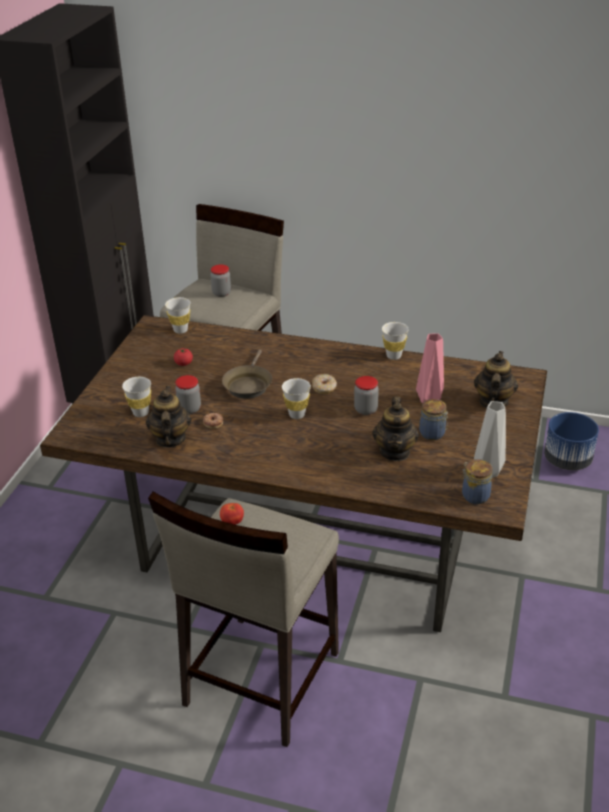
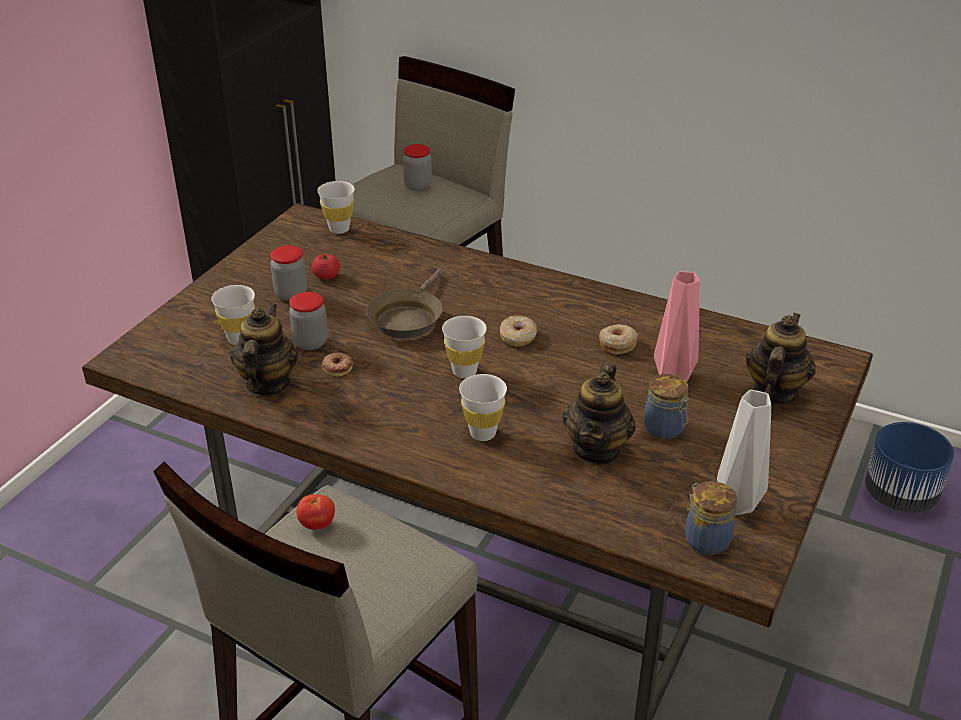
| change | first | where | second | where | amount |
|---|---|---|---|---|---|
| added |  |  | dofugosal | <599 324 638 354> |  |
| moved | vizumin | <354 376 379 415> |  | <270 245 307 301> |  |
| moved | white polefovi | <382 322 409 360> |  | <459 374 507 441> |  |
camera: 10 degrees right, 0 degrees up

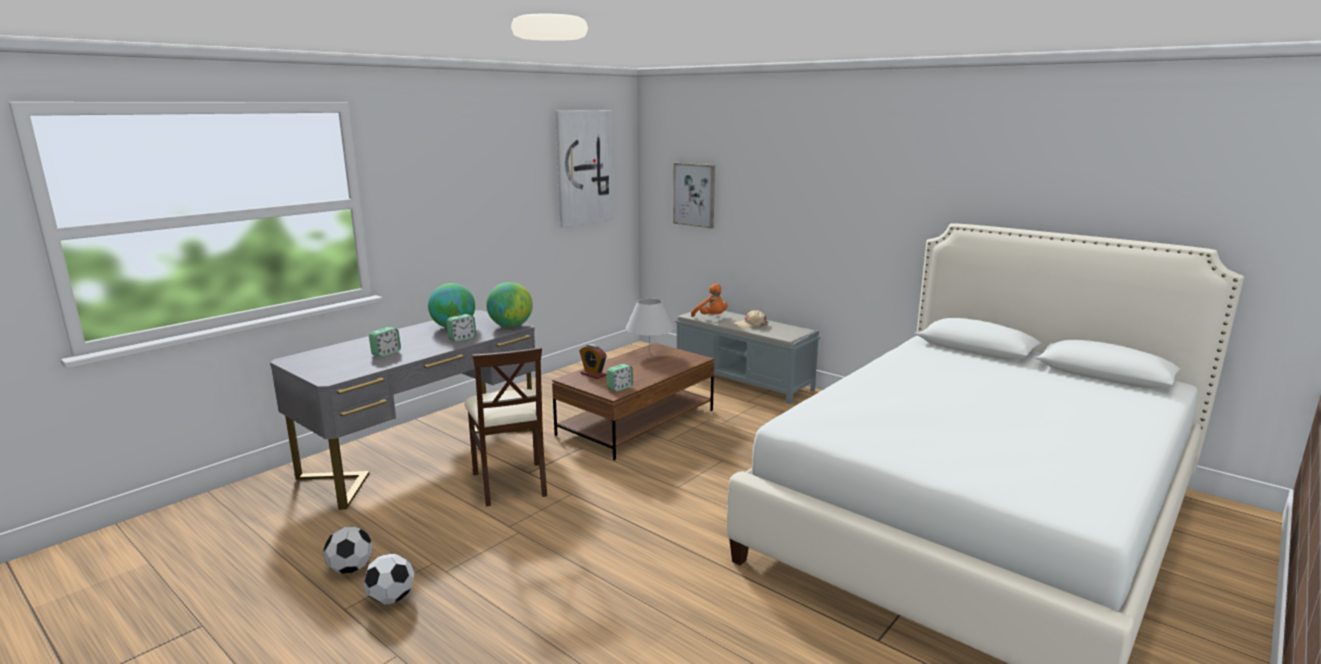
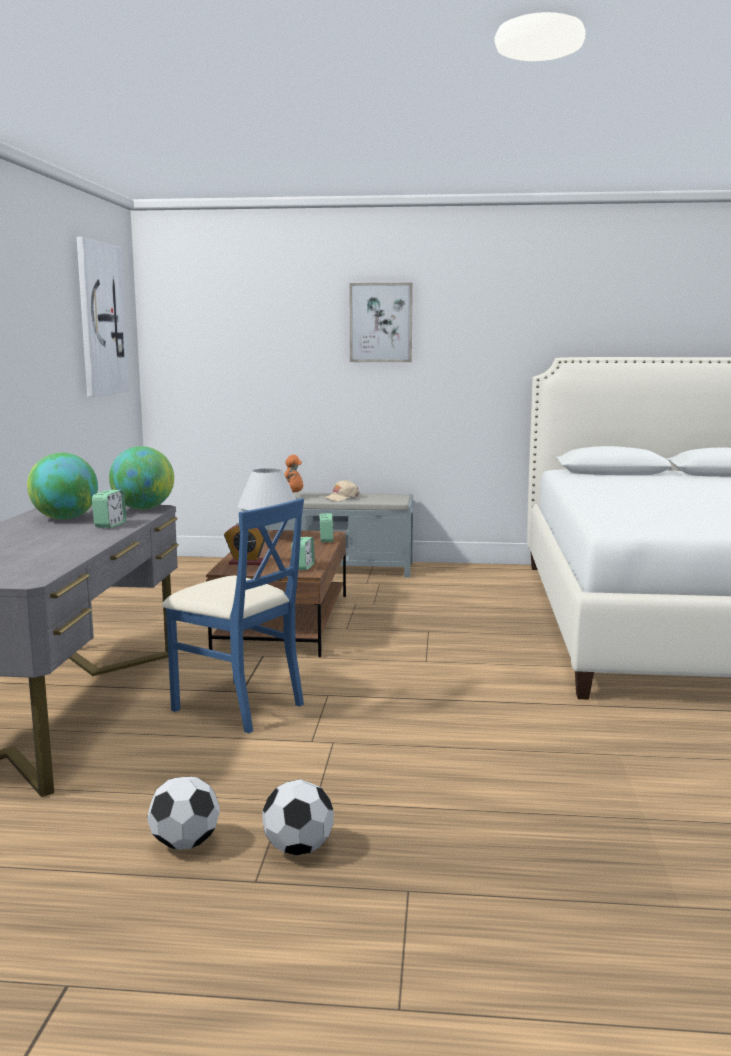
| change | first | where | second | where | amount |
|---|---|---|---|---|---|
| moved | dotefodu | <369 327 401 357> |  | <319 513 334 542> |  |
| moved | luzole | <673 163 715 229> |  | <350 283 413 362> |  |
| recoloured | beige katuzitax | <464 347 547 507> | blue katuzitax | <162 498 304 733> |  |
camera: 35 degrees left, 5 degrees down

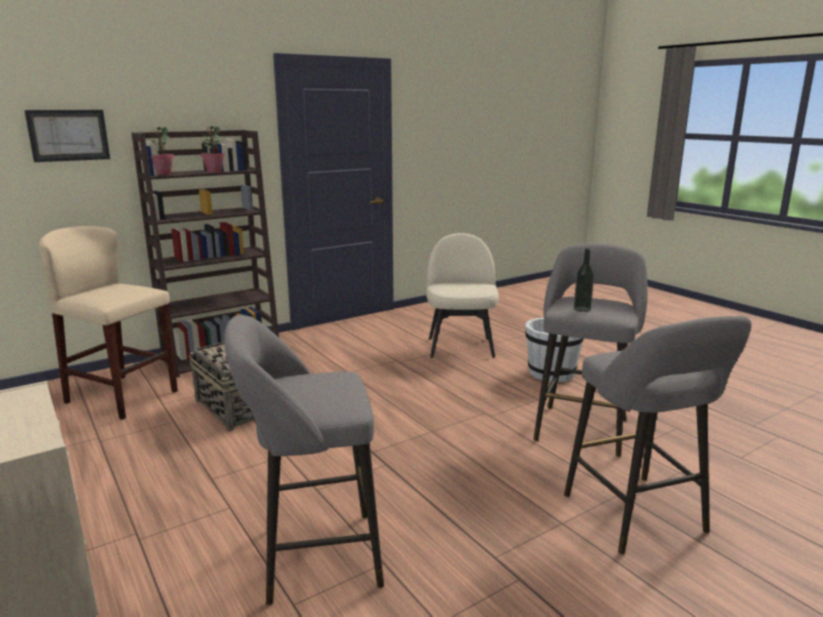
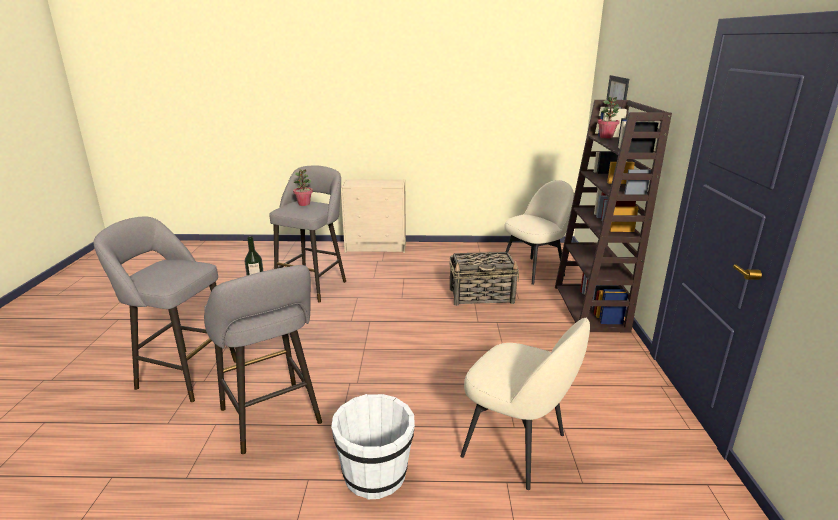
| change | first | where | second | where | amount |
|---|---|---|---|---|---|
| moved | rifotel | <201 126 225 173> |  | <293 169 313 206> |  |
| replaced | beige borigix | <39 226 178 420> | beige katuzitax | <504 180 574 285> |  |
camera: 125 degrees right, 5 degrees up

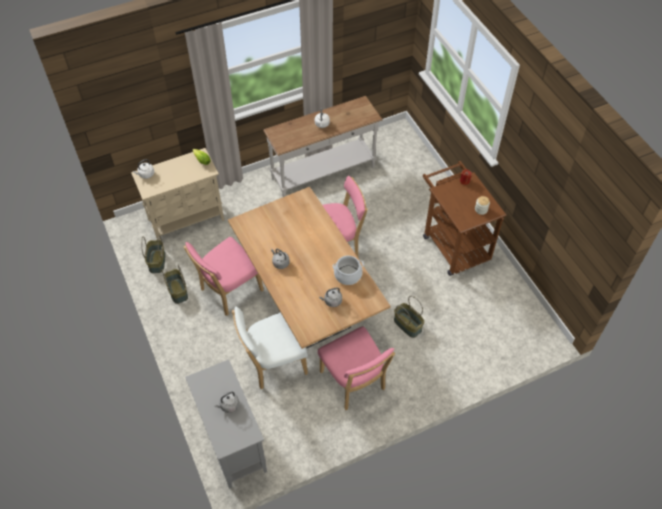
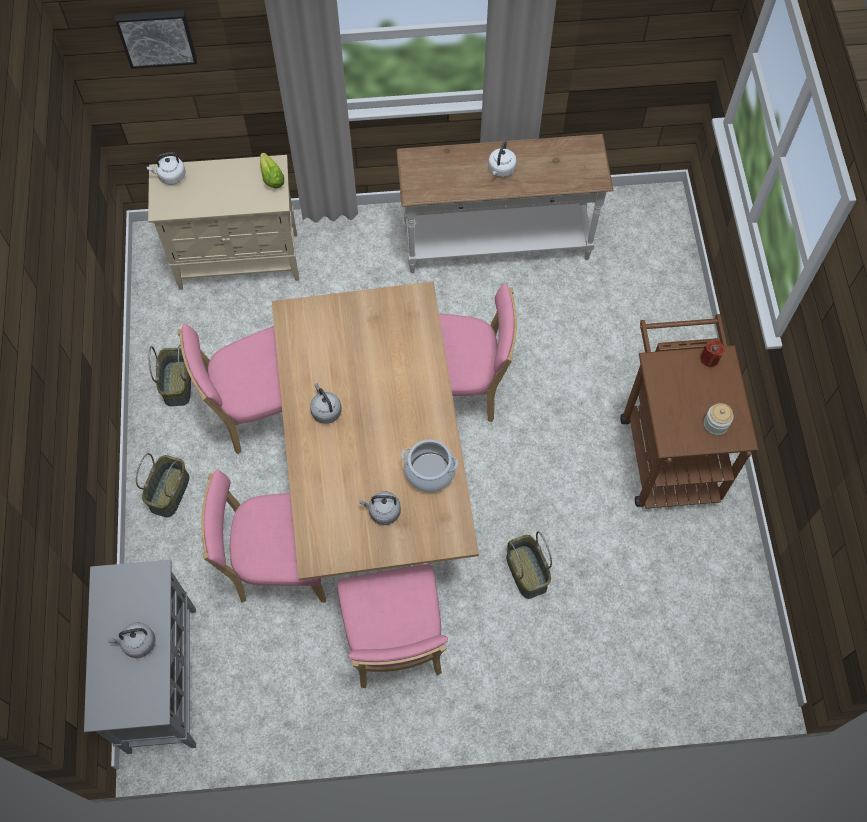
| change | first | where | second | where | amount |
|---|---|---|---|---|---|
| added |  |  | luzole | <115 10 197 69> |  |
| moved | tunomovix | <141 236 165 273> |  | <136 453 189 517> |  |
| recoloured | white katuzitax | <232 307 308 390> | pink katuzitax | <201 469 326 603> |  |
camera: 20 degrees right, 10 degrees up

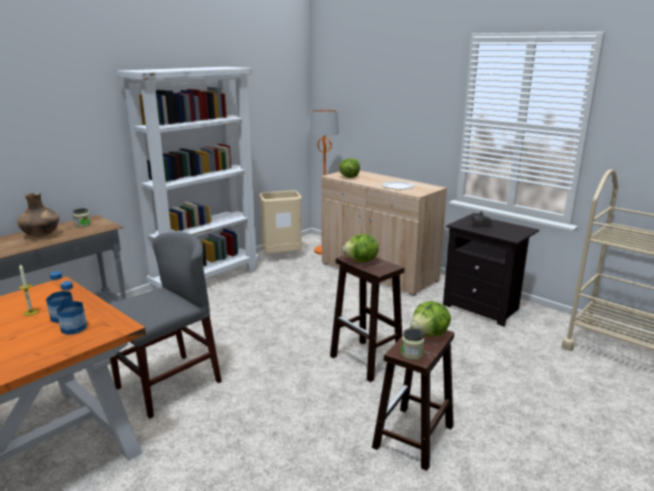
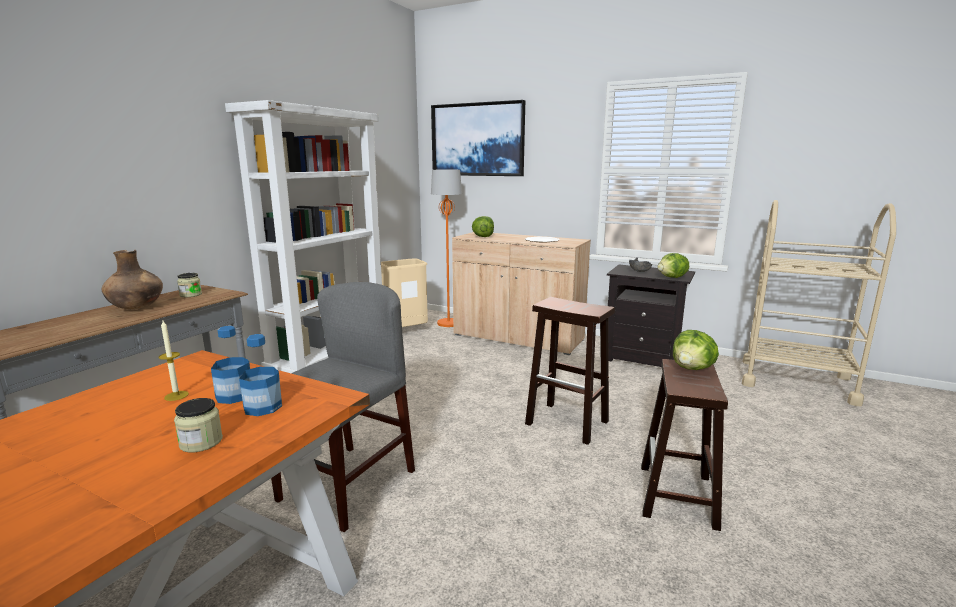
| change | first | where | second | where | amount |
|---|---|---|---|---|---|
| added |  |  | luzole | <431 100 525 176> |  |
| moved | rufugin | <342 234 378 263> |  | <657 253 689 278> |  |
| moved | vizumin | <401 328 425 360> |  | <174 398 223 453> |  |
camera: 15 degrees left, 5 degrees down

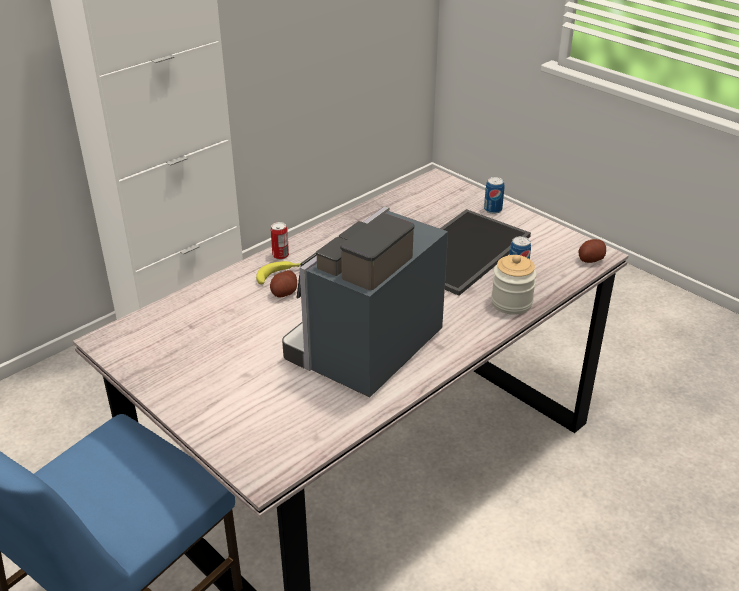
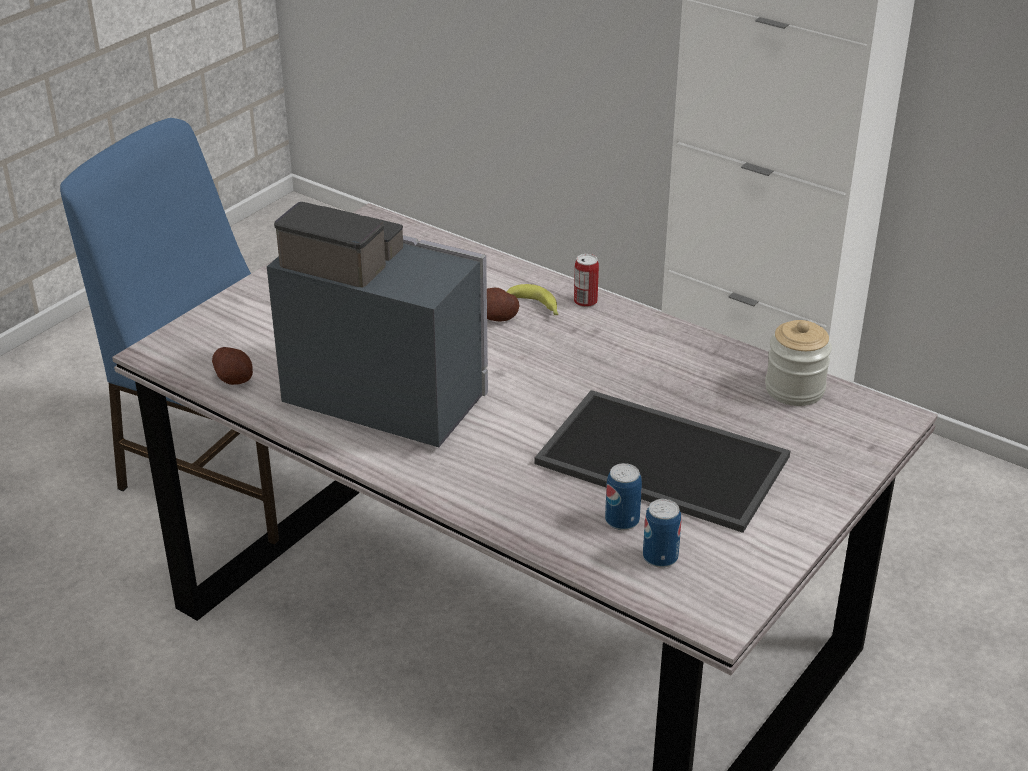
| change | first | where | second | where | amount |
|---|---|---|---|---|---|
| moved | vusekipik | <484 177 504 214> |  | <643 499 681 568> |  |
| moved | vizumin | <491 255 537 315> |  | <765 320 832 406> |  |
| moved | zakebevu | <579 239 606 263> |  | <212 347 253 385> |  |
camera: 80 degrees right, 0 degrees up

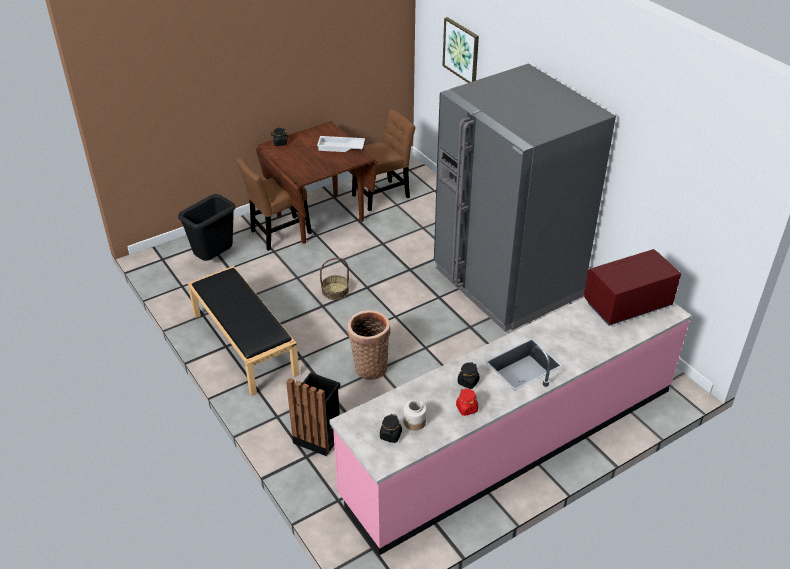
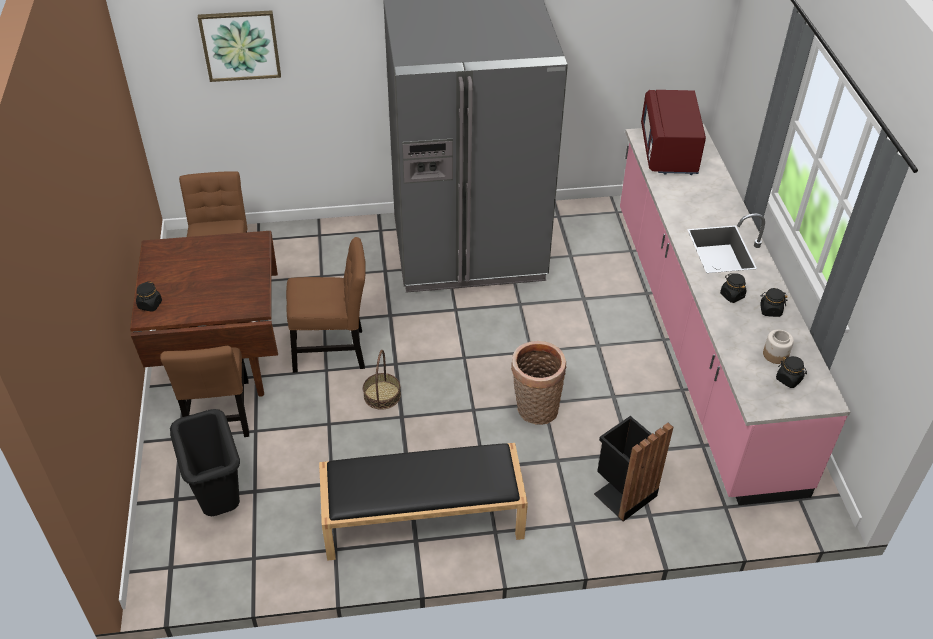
| change | first | where | second | where | amount |
|---|---|---|---|---|---|
| removed | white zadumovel | <317 136 365 152> |  |  |  |
| added |  |  | brown katuzitax | <286 237 366 373> |  |
| recoloured | red vizumin | <456 388 478 416> | black vizumin | <760 288 788 317> |  |
camera: 65 degrees left, 5 degrees up

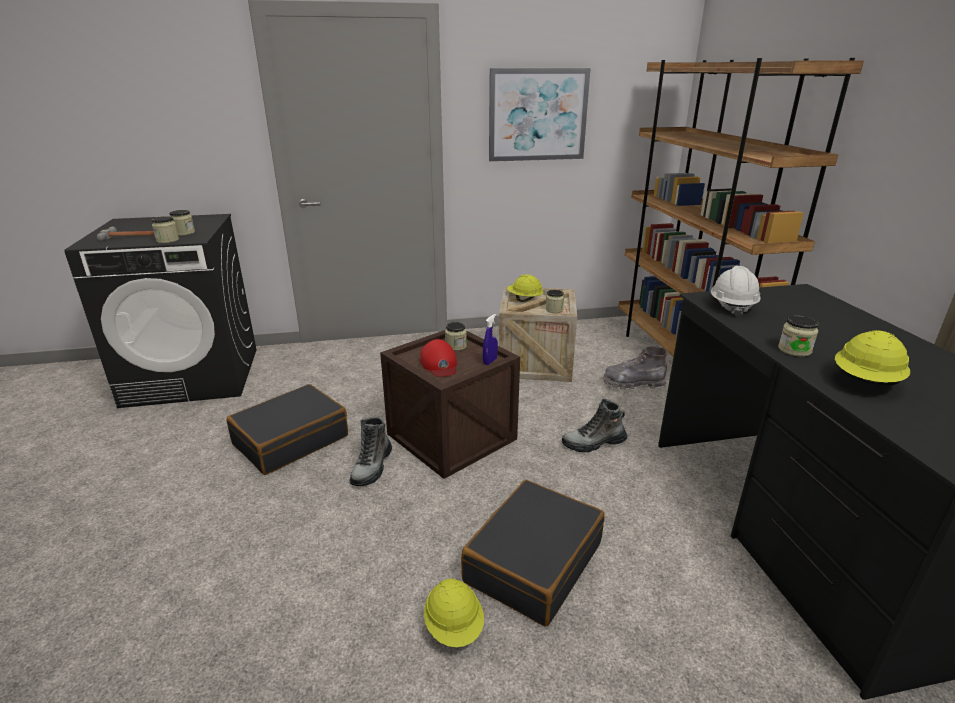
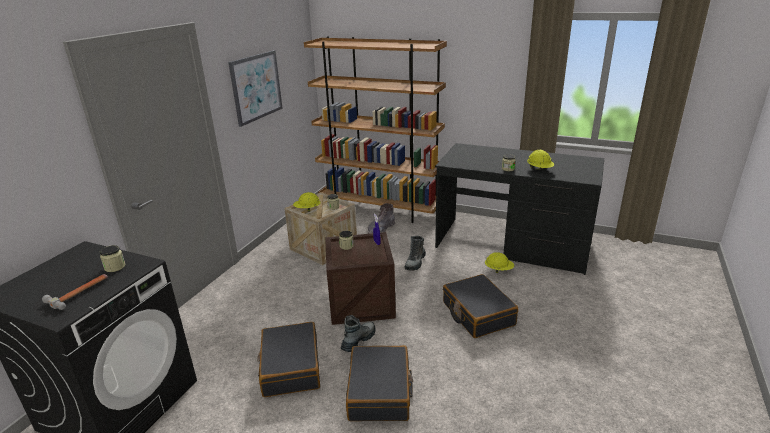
| change | first | where | second | where | amount |
|---|---|---|---|---|---|
| removed | vizumin | <152 216 179 243> |  |  |  |
| removed | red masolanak | <420 339 457 377> |  |  |  |
| removed | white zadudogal | <711 266 761 317> |  |  |  |
| added |  |  | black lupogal | <346 345 413 421> |  |
| moved | yellow zadudogal | <424 579 484 647> |  | <485 252 515 273> |  |
| turned | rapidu | <350 417 392 486> |  | <341 315 376 352> | 105 degrees counterclockwise |
camera: 55 degrees left, 0 degrees up

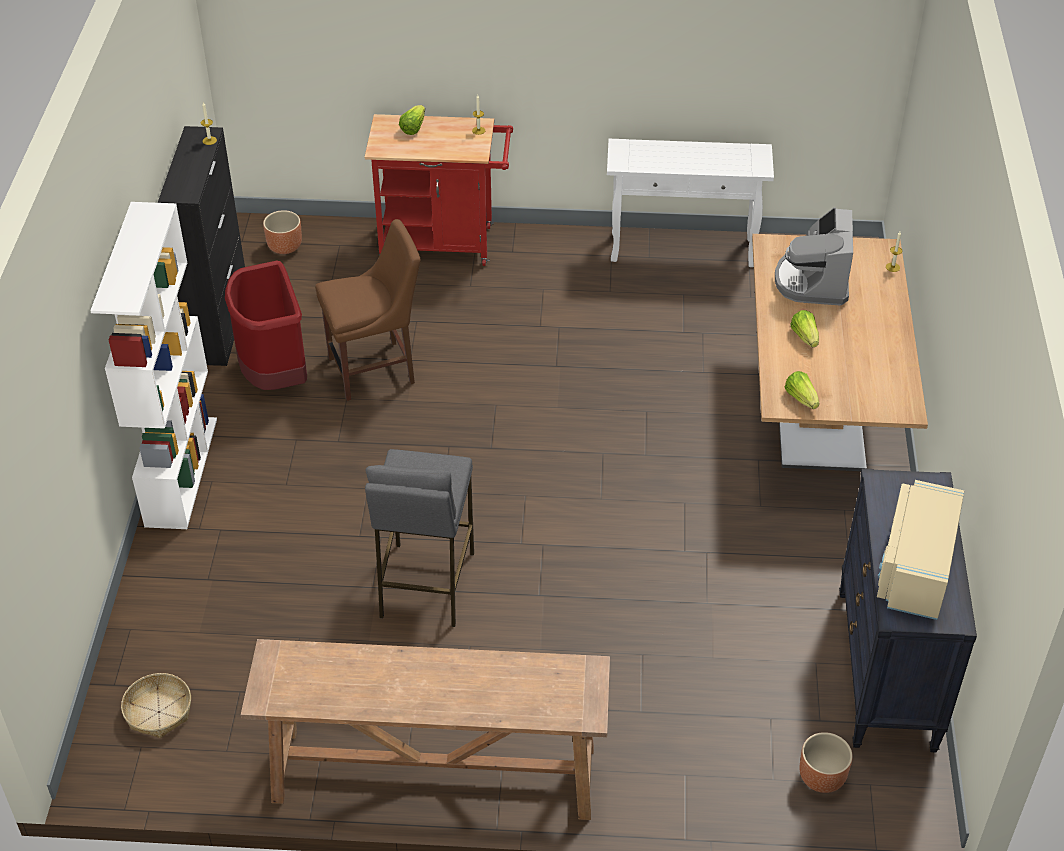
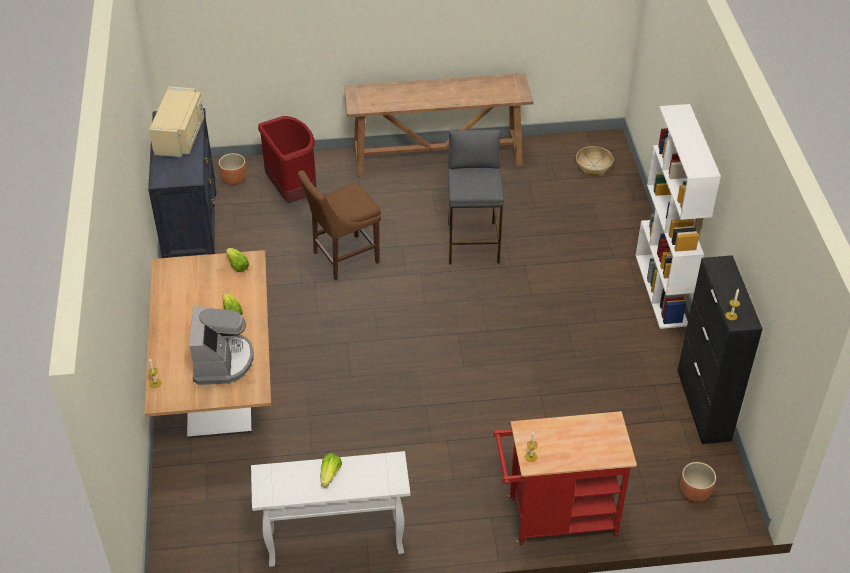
| change | first | where | second | where | amount |
|---|---|---|---|---|---|
| moved | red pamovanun | <225 261 307 390> |  | <258 116 316 203> |  |
| moved | brown katuzitax | <315 219 421 401> |  | <298 170 381 280> |  |
| moved | rufugin | <399 105 425 135> |  | <320 453 342 488> |  |
camera: 170 degrees right, 0 degrees up

